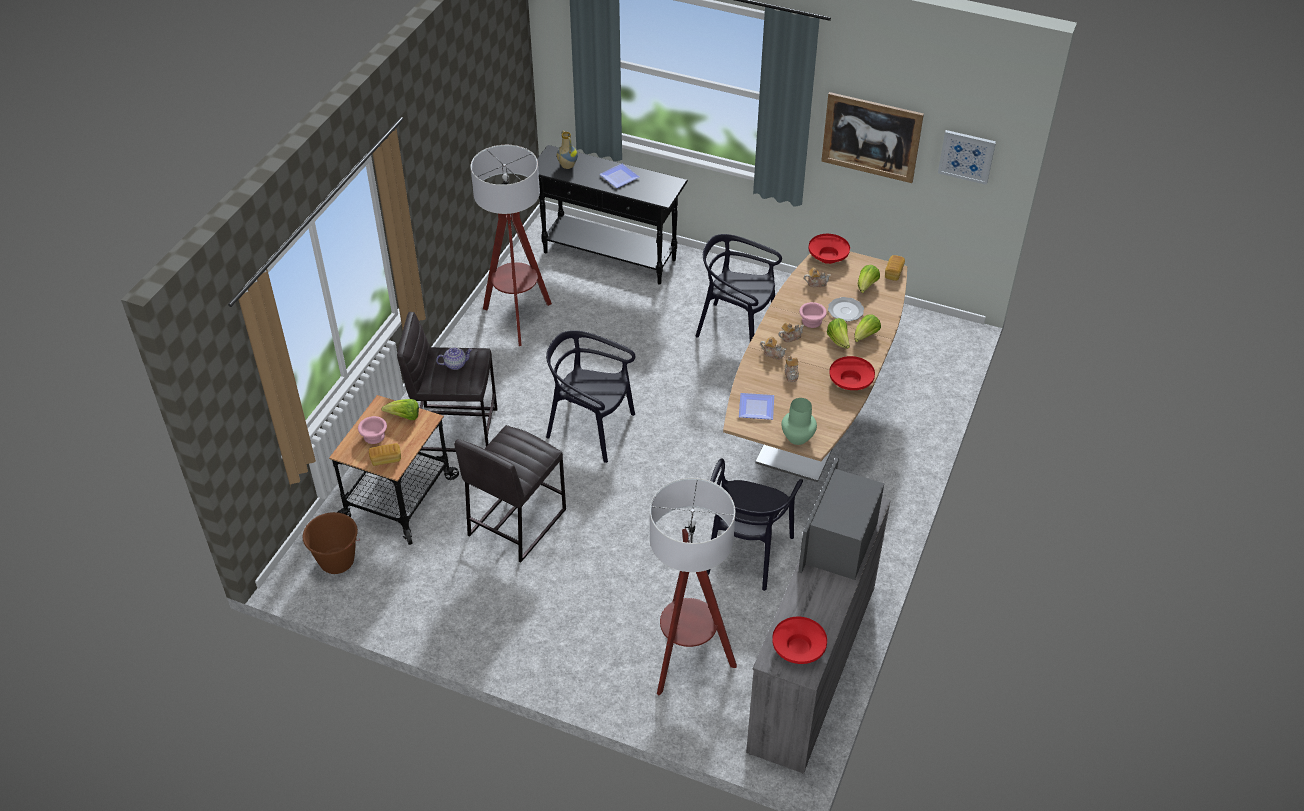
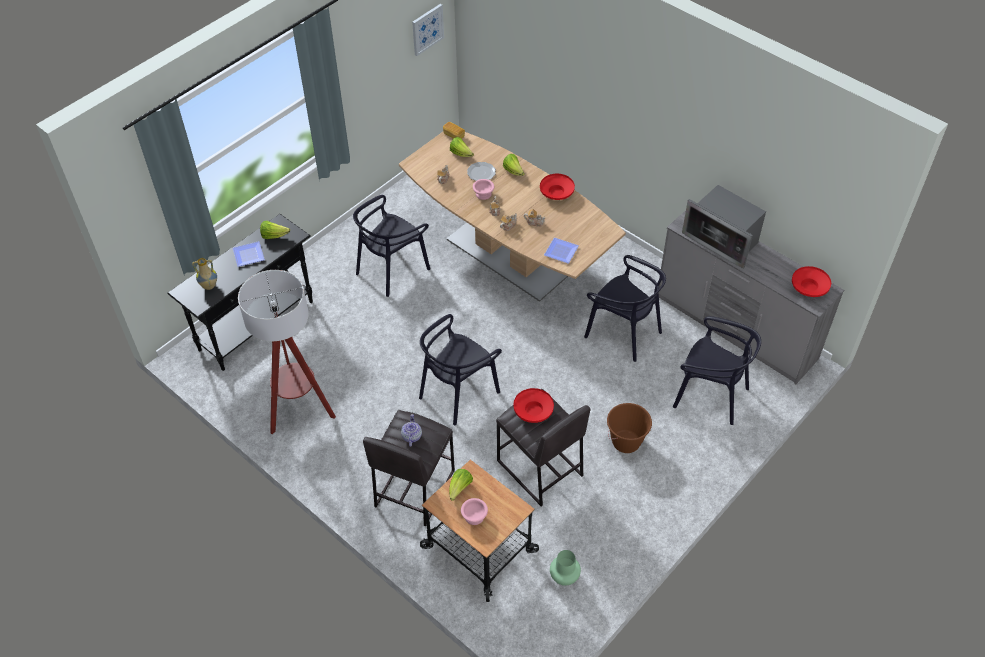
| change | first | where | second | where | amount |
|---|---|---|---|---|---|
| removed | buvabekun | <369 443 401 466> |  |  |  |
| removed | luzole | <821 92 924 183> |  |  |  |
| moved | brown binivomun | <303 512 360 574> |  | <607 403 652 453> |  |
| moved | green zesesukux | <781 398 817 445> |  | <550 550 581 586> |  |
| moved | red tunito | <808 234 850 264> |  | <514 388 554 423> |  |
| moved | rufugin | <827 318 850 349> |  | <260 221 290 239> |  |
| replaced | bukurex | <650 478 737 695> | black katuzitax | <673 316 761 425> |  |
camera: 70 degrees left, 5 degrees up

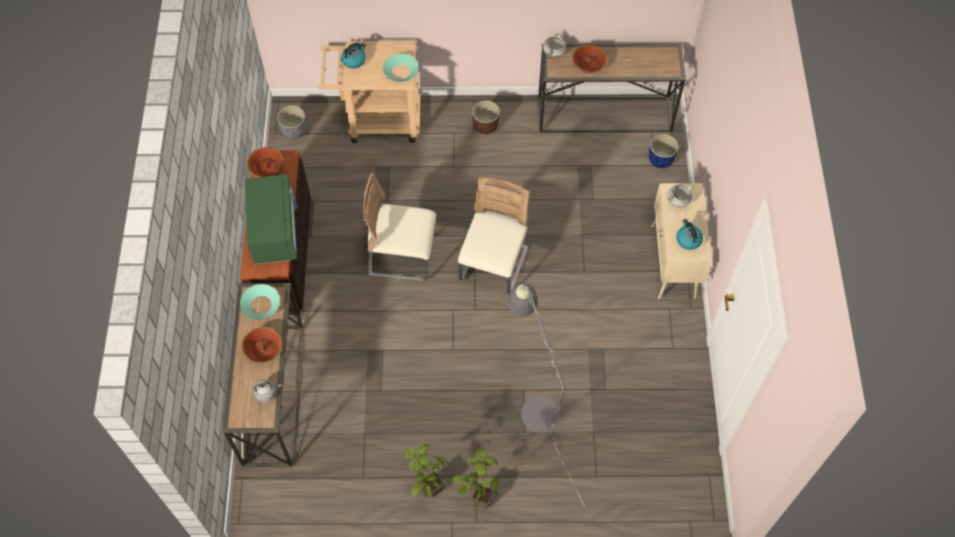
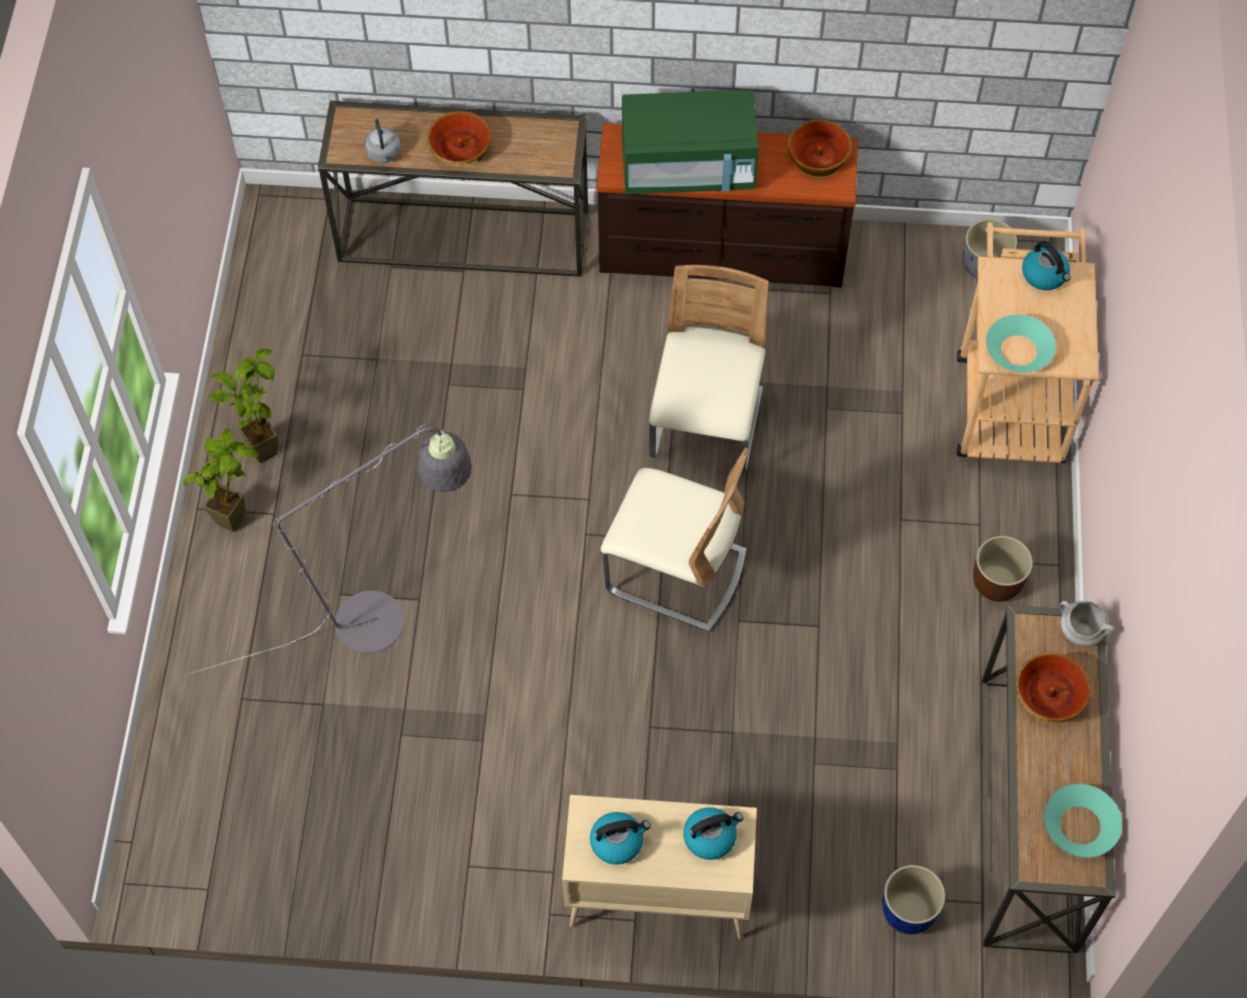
| change | first | where | second | where | amount |
|---|---|---|---|---|---|
| moved | turquoise tunito | <240 284 280 319> |  | <1044 784 1122 857> |  |
| replaced | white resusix | <667 184 694 207> | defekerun | <683 807 743 860> |  |
camera: 95 degrees right, 0 degrees up

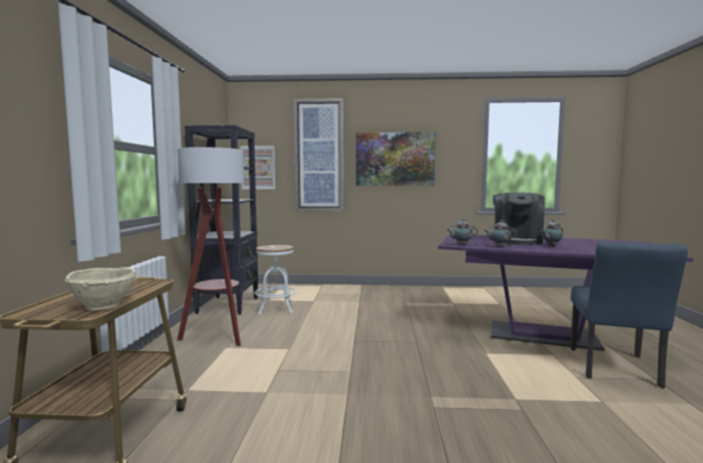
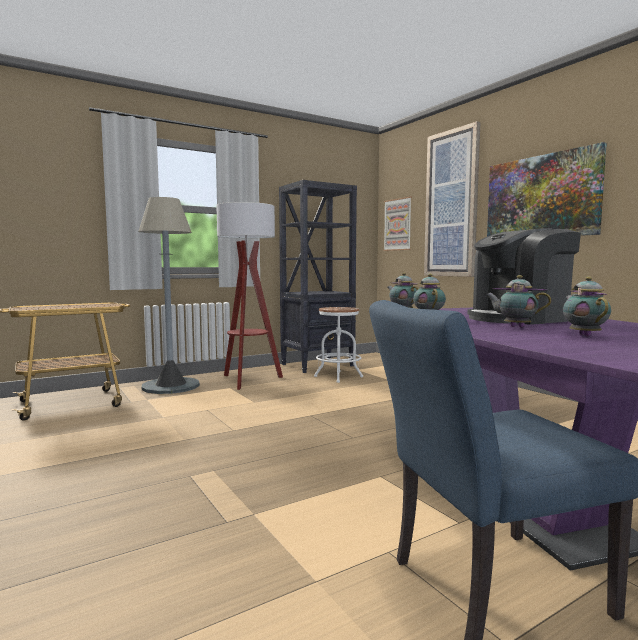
| change | first | where | second | where | amount |
|---|---|---|---|---|---|
| removed | beige tunito | <65 267 137 310> |  |  |  |
| added |  |  | grey bukurex | <138 197 200 394> |  |
| added |  |  | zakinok | <563 276 611 337> |  |
camera: 55 degrees right, 0 degrees up

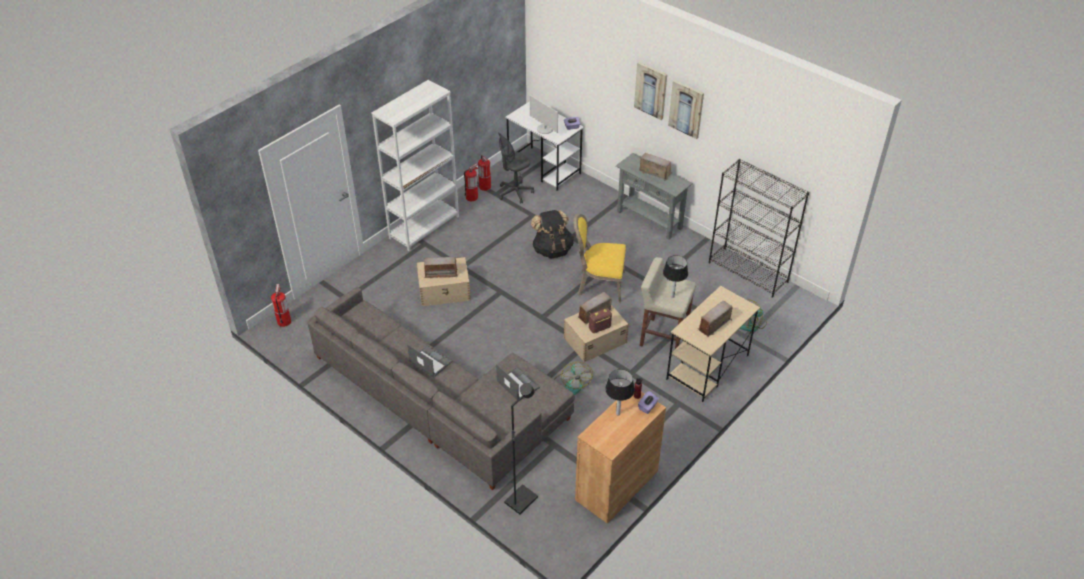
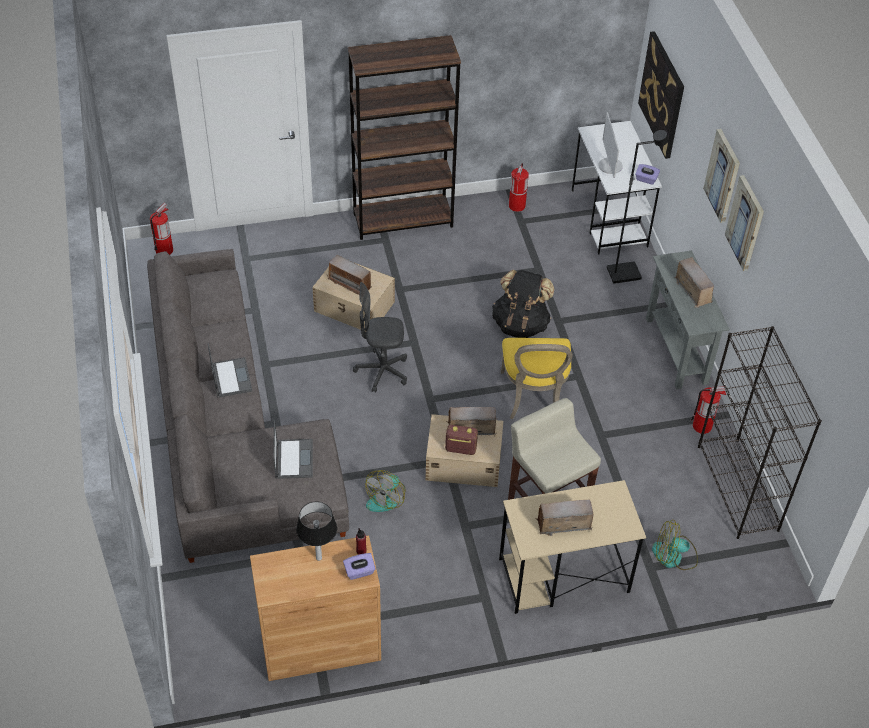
| change | first | where | second | where | amount |
|---|---|---|---|---|---|
| removed | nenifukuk | <663 255 688 298> |  |  |  |
| added |  |  | luzole | <638 31 684 159> |  |
| moved | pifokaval | <464 163 479 201> |  | <691 386 726 434> |  |
| moved | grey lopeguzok | <498 132 534 204> |  | <353 282 407 393> |  |
| moved | black bukurex | <504 383 538 514> |  | <607 130 669 284> |  |
| recoloured | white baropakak | <371 80 459 251> | brown baropakak | <348 35 461 240> |  |
| turned | yellow katuzitax | <574 214 626 303> |  | <501 338 573 419> | 135 degrees counterclockwise |
camera: 35 degrees right, 5 degrees up

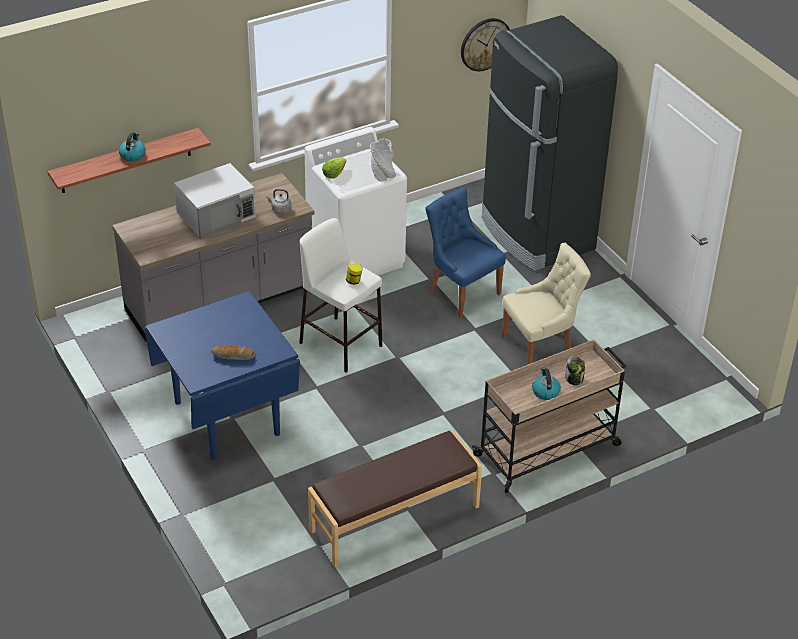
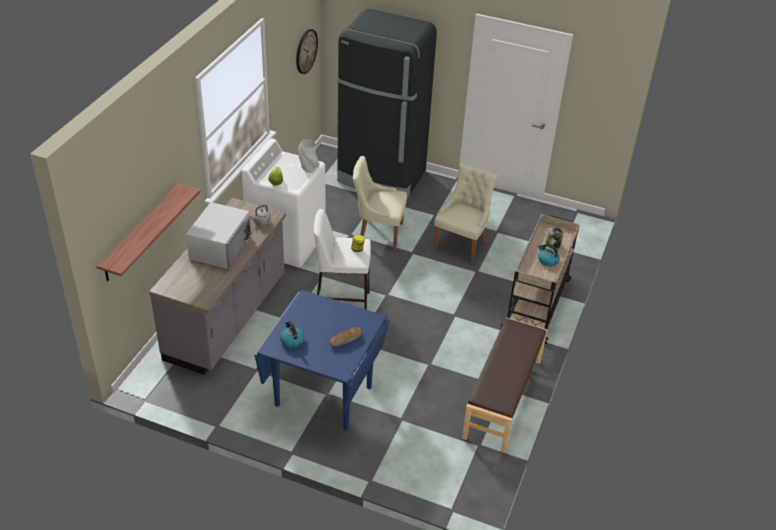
| change | first | where | second | where | amount |
|---|---|---|---|---|---|
| moved | defekerun | <119 132 146 161> |  | <280 321 305 348> |  |
| recoloured | blue katuzitax | <425 188 506 318> | beige katuzitax | <353 156 407 250> |  |
camera: 40 degrees left, 0 degrees up

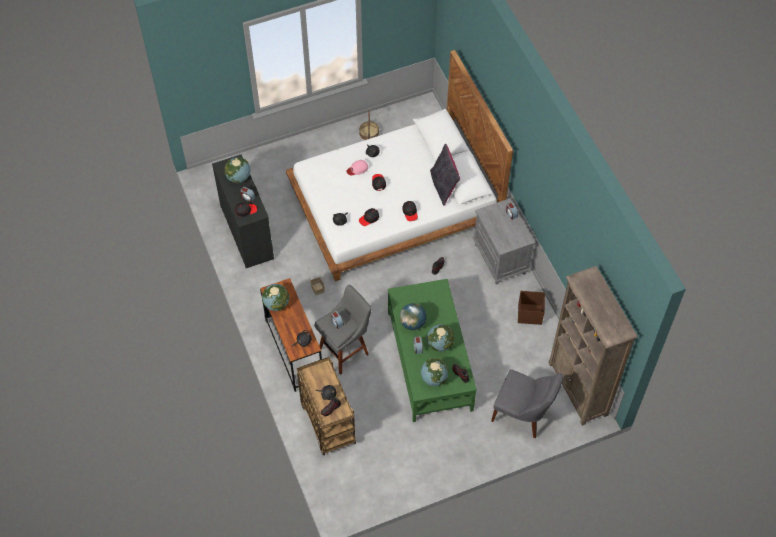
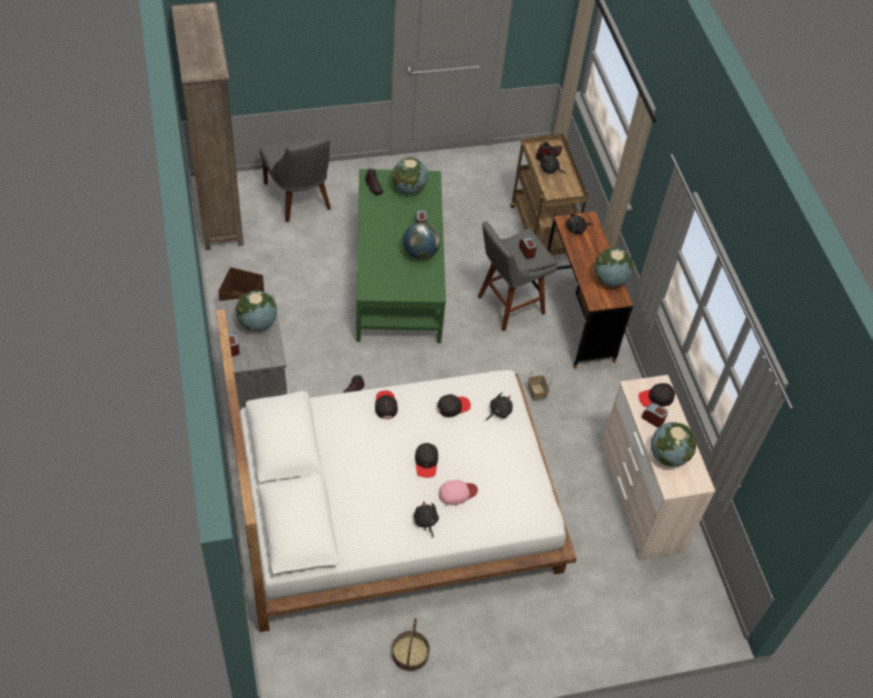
| change | first | where | second | where | amount |
|---|---|---|---|---|---|
| removed | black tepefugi | <430 144 460 206> |  |  |  |
| moved | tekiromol | <427 324 454 352> |  | <236 291 277 331> |  |
| recoloured | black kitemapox | <212 154 274 268> | beige kitemapox | <599 375 715 560> |  |
| turned | grey katuzitax | <491 369 563 438> |  | <260 133 331 222> | 150 degrees counterclockwise |
camera: 175 degrees left, 5 degrees down

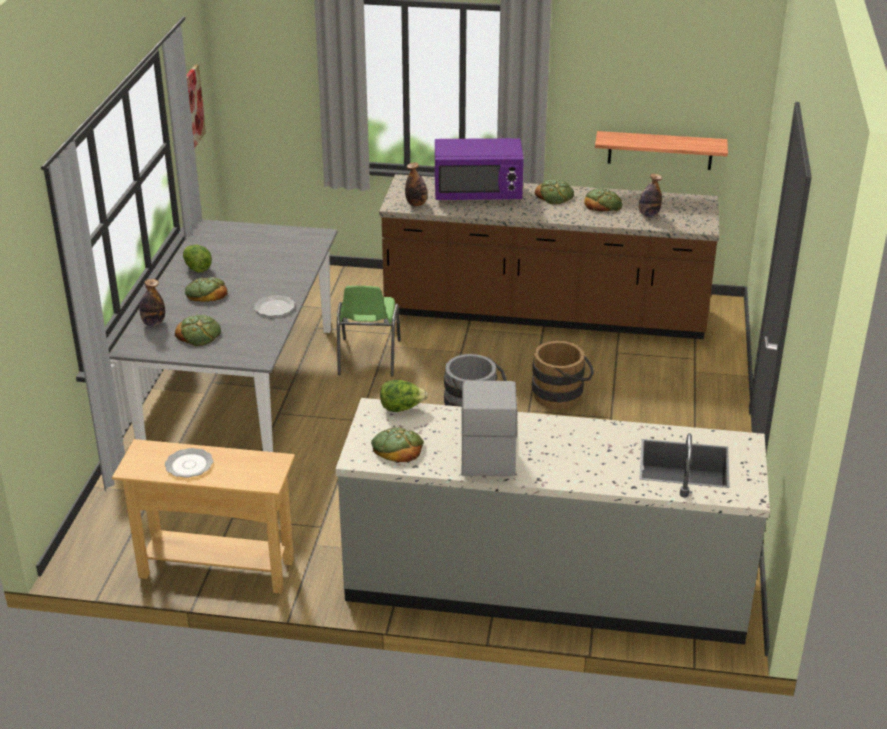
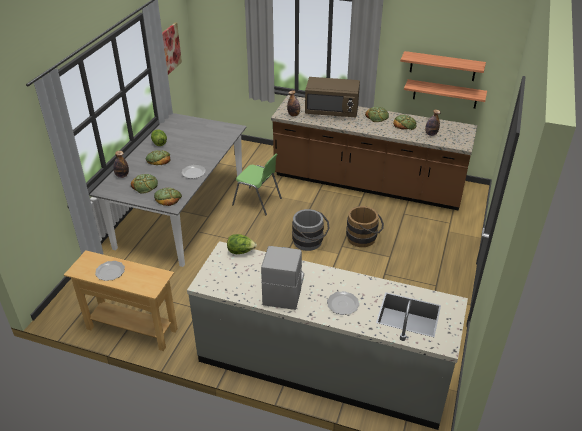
| change | first | where | second | where | amount |
|---|---|---|---|---|---|
| added |  |  | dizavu | <327 291 359 315> |  |
| added |  |  | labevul | <400 51 486 81> |  |
| moved | buvabekun | <371 428 424 462> |  | <154 188 182 206> |  |
| recoloured | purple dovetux | <435 138 524 200> | brown dovetux | <305 77 360 117> |  |
| turned | green katuzitax | <337 286 401 376> |  | <232 153 282 215> | 75 degrees counterclockwise |
camera: 10 degrees right, 5 degrees up

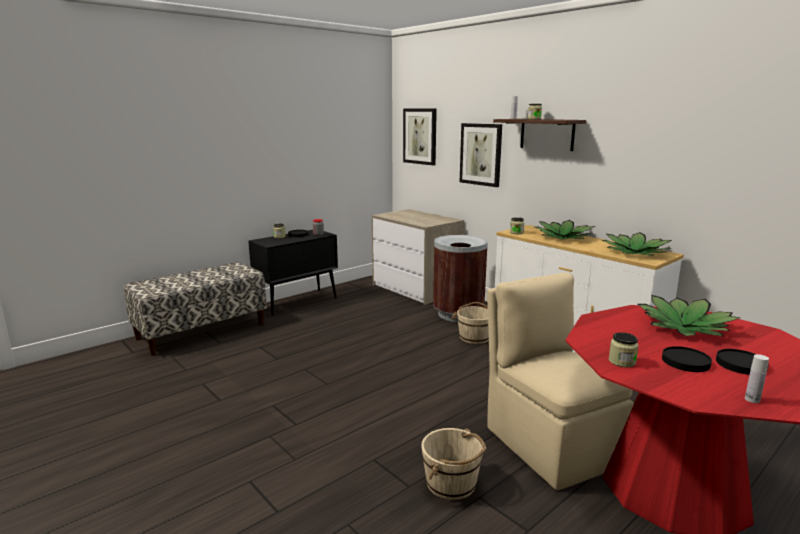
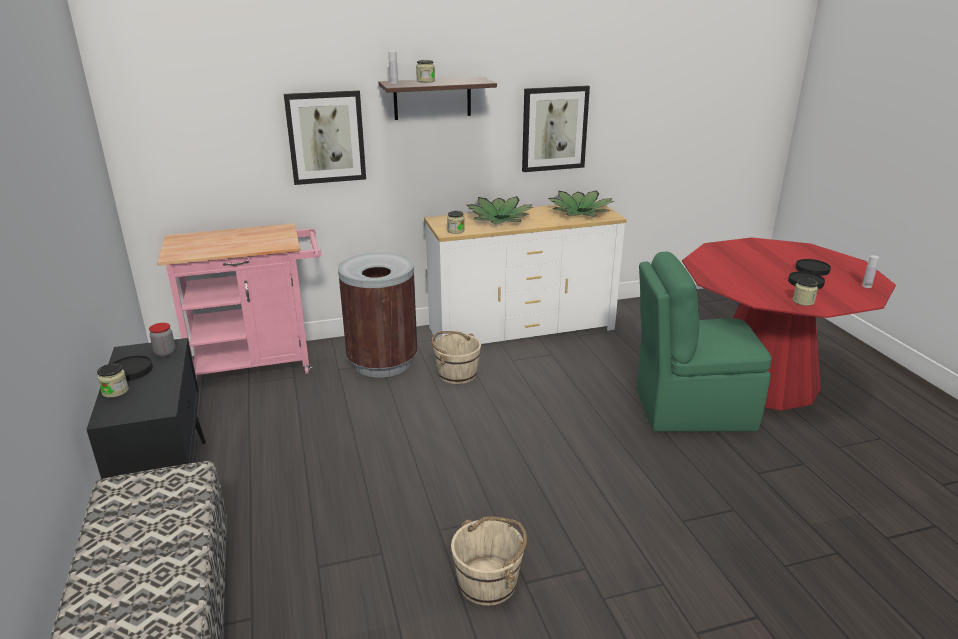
| change | first | where | second | where | amount |
|---|---|---|---|---|---|
| removed | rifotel | <638 295 739 336> |  |  |  |
| moved | luzole | <403 109 437 165> |  | <522 85 590 172> |  |
| moved | beige binivomun | <421 428 486 500> |  | <451 516 527 606> |  |
| replaced | kitemapox | <372 209 464 305> | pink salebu | <157 223 322 380> |  |
| recoloured | beige katuzitax | <487 272 634 490> | green katuzitax | <637 251 772 432> |  |
camera: 65 degrees left, 10 degrees up

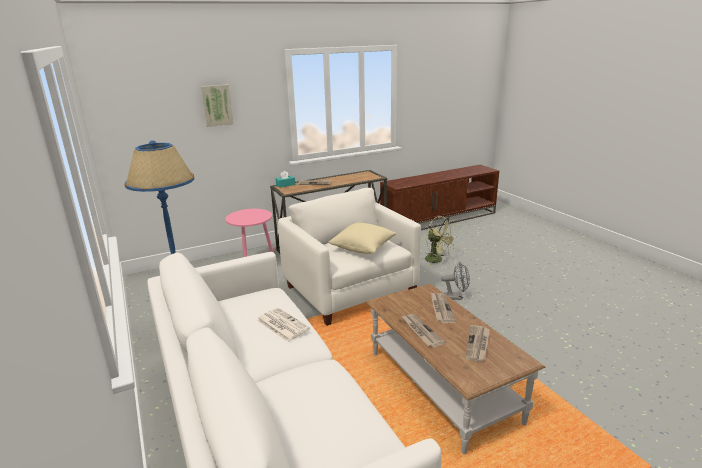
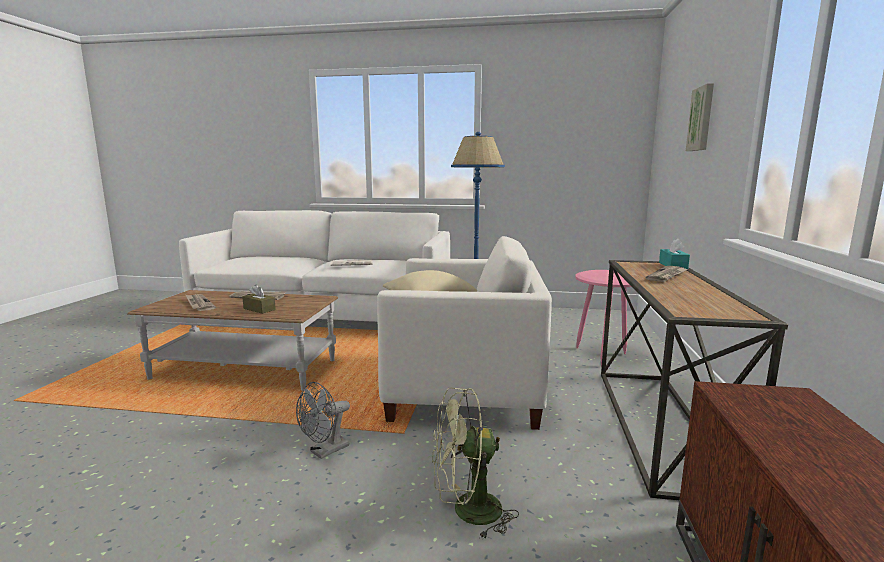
| change | first | where | second | where | amount |
|---|---|---|---|---|---|
| replaced | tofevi | <430 292 456 323> | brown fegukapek | <242 285 276 314> |  |
camera: 125 degrees right, 10 degrees down

